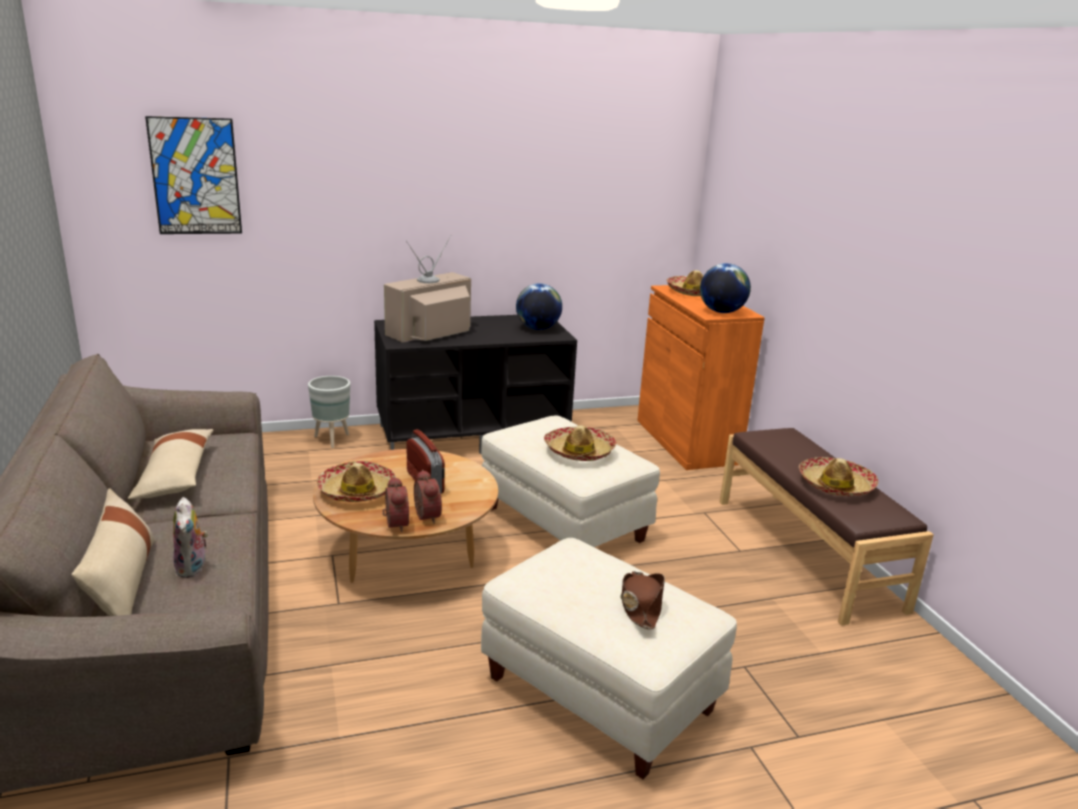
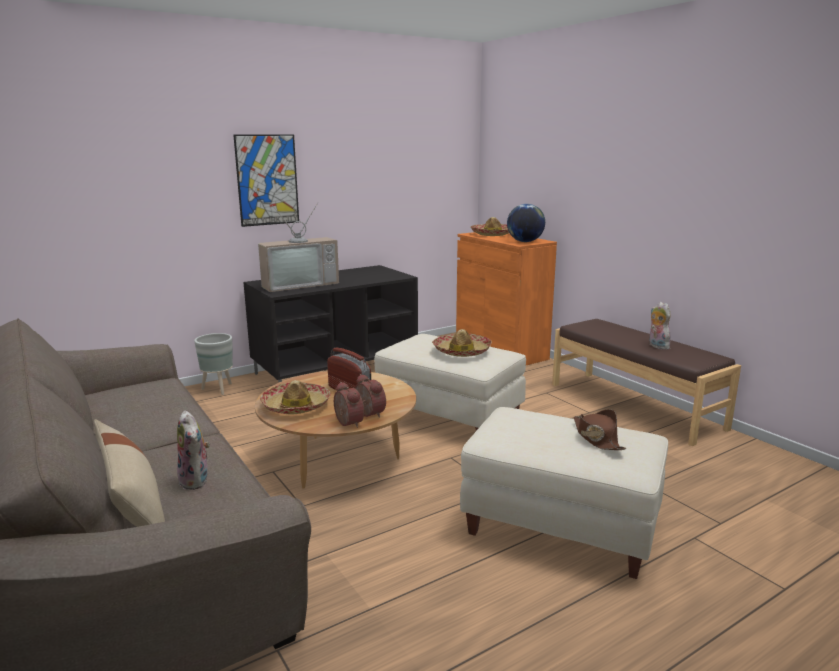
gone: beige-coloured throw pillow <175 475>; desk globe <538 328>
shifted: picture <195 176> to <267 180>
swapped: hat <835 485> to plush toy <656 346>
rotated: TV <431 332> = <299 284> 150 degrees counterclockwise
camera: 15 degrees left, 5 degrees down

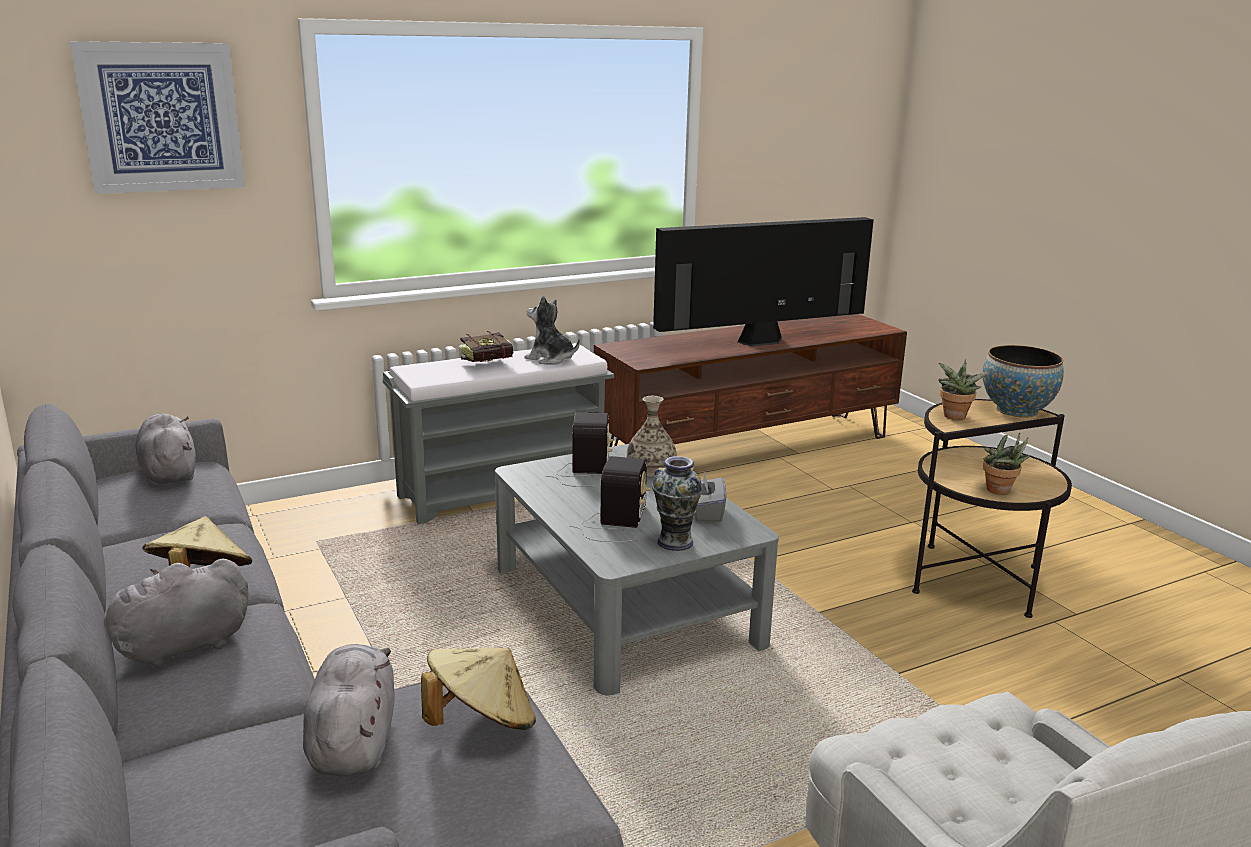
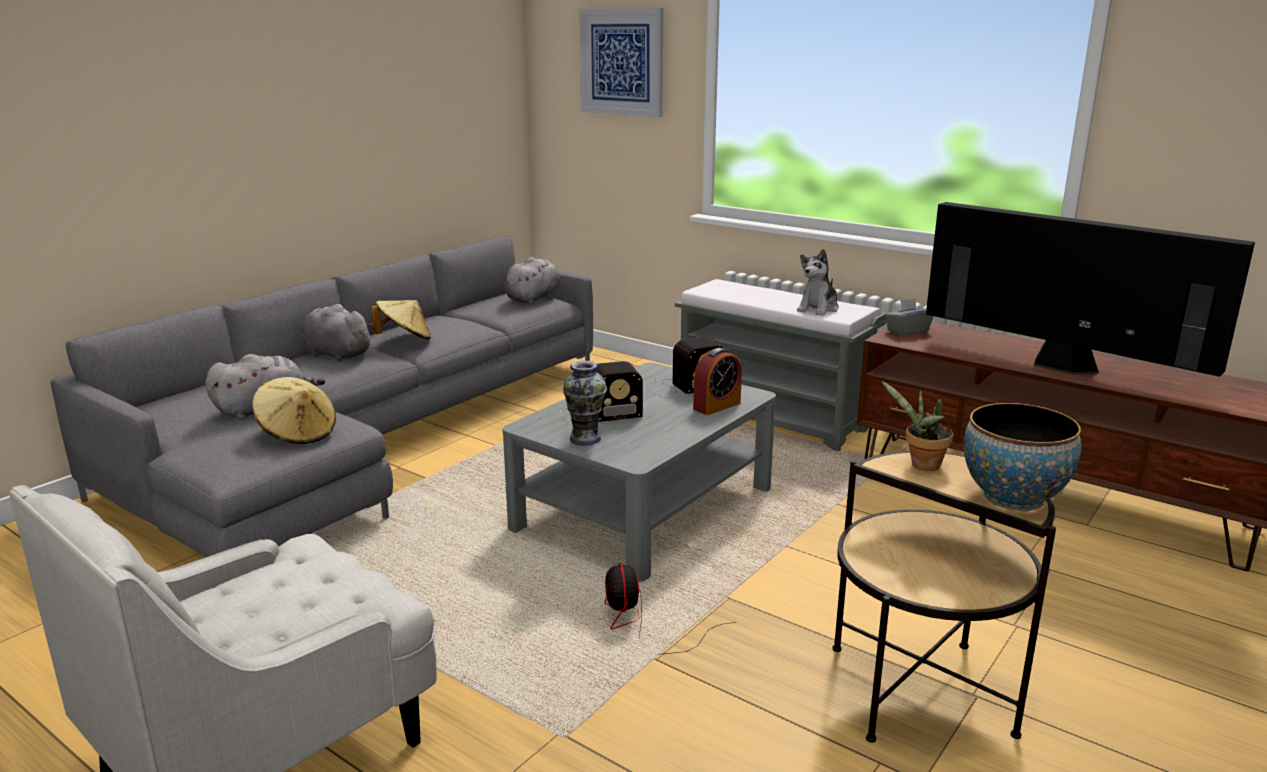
gone: book <492 363>; potted plant <1000 491>
new: electric fan <643 624>
shifted: grey tissue holder <706 513> to <907 331>
swapped: flower vase <650 469> to bedside clock <717 406>
rotated: plush toy <550 359> = <818 309> 150 degrees counterclockwise
camera: 65 degrees right, 0 degrees up

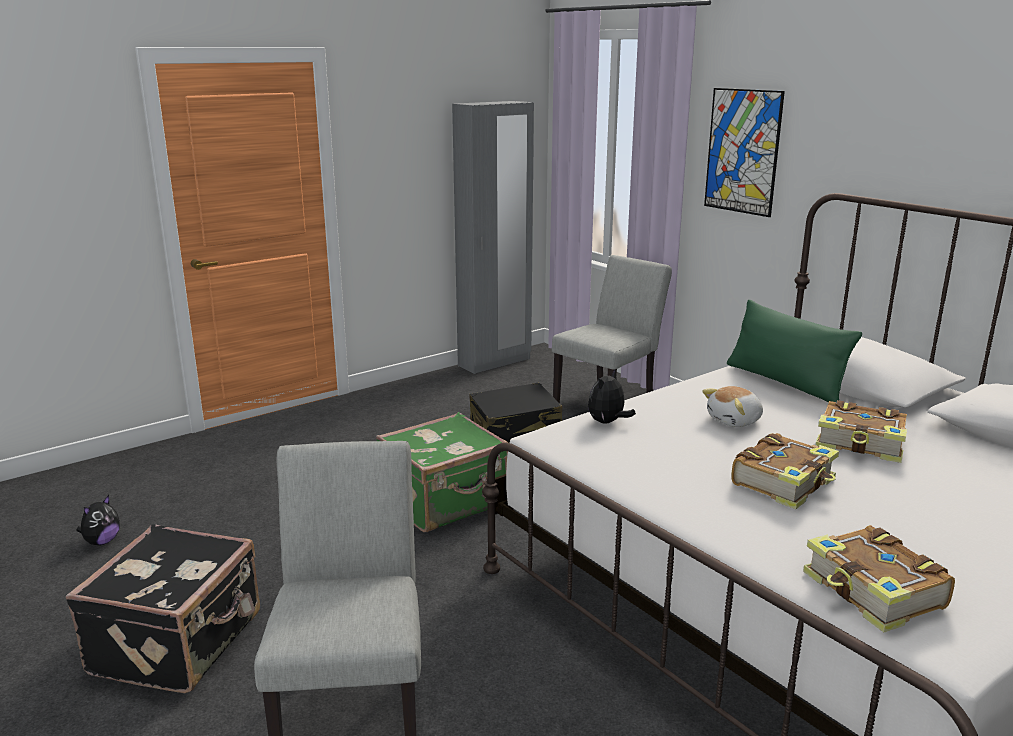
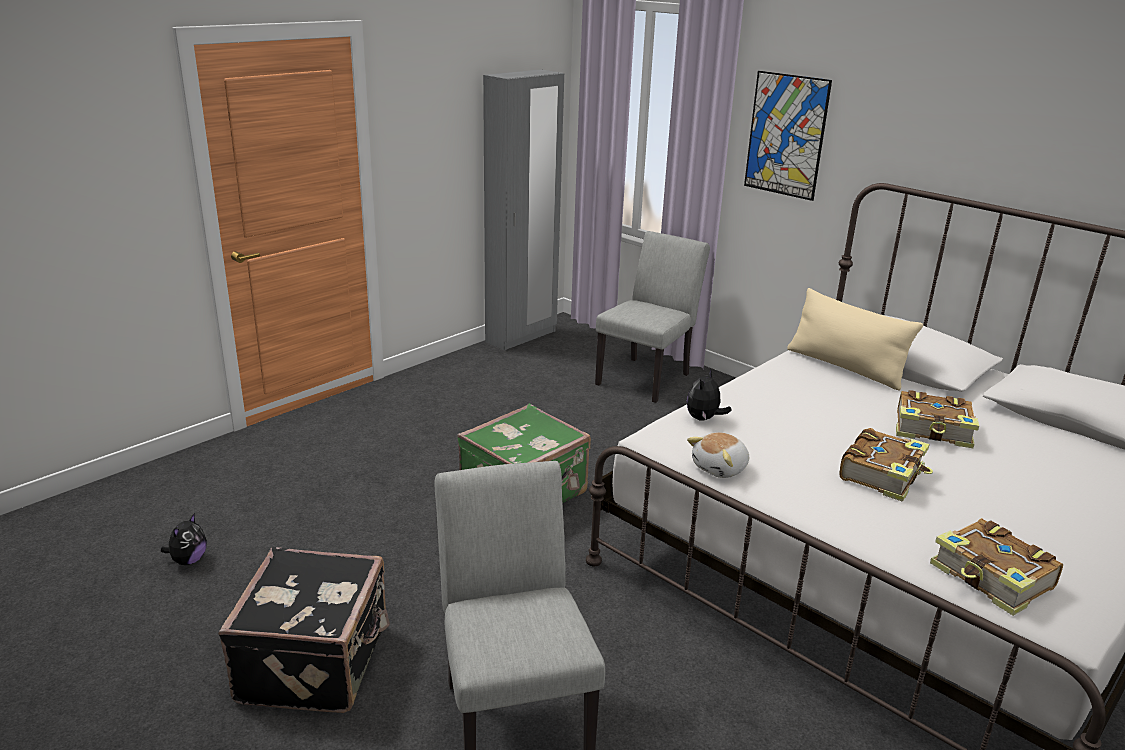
gone: black suitcase <515 428>
shifted: plush toy <735 421> to <720 468>
repainted: green-coloured throw pillow <784 382> to beige-coloured throw pillow <845 367>
camera: 10 degrees left, 5 degrees up

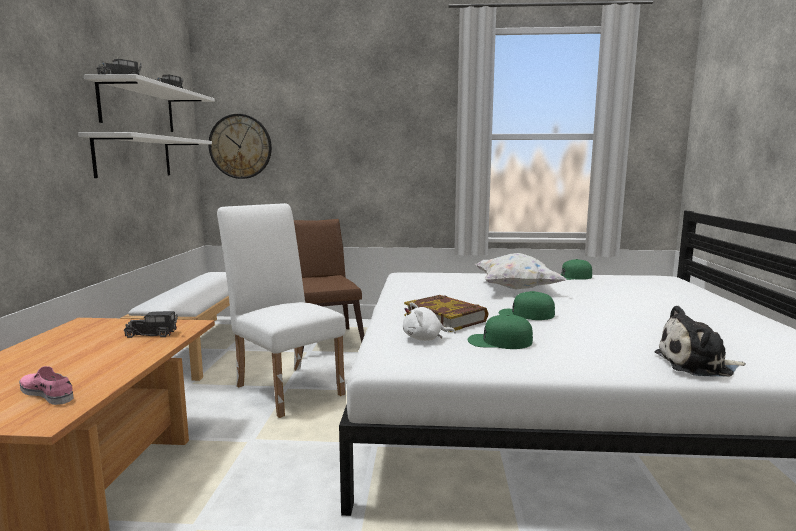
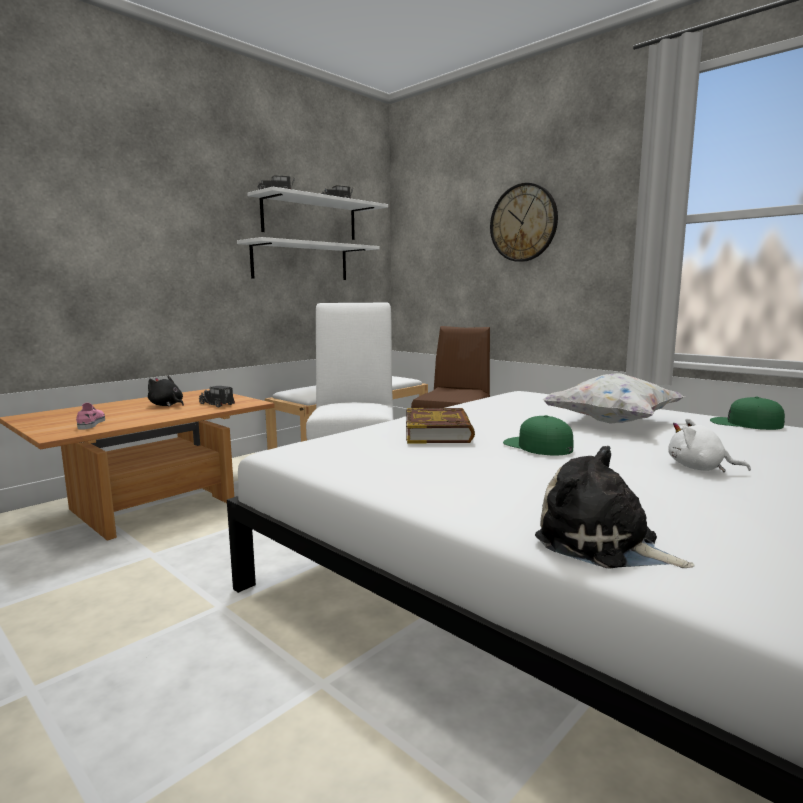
gone: green-coloured baseball cap <499 341>
new: black plush toy <167 405>
shifted: wall clock <240 146> to <523 223>; white plush toy <425 339> to <700 468>
camera: 40 degrees right, 0 degrees up

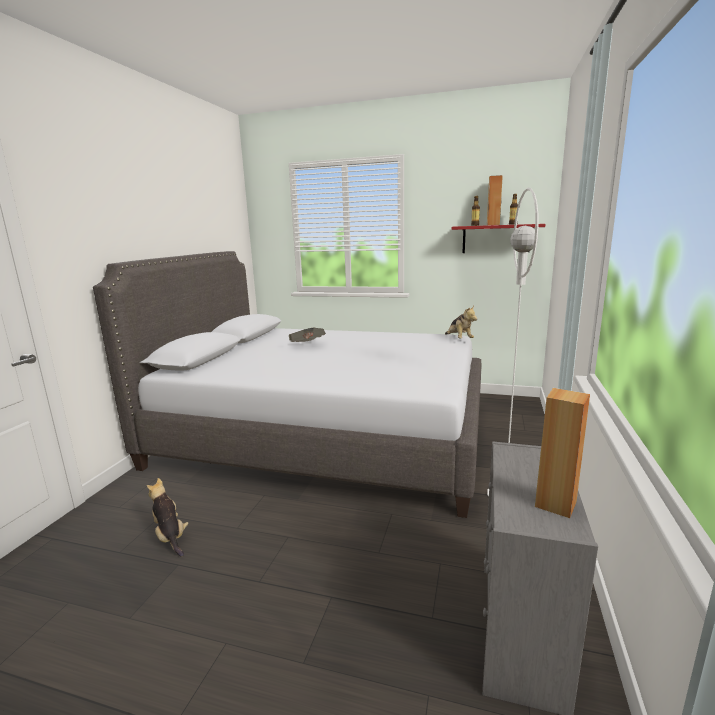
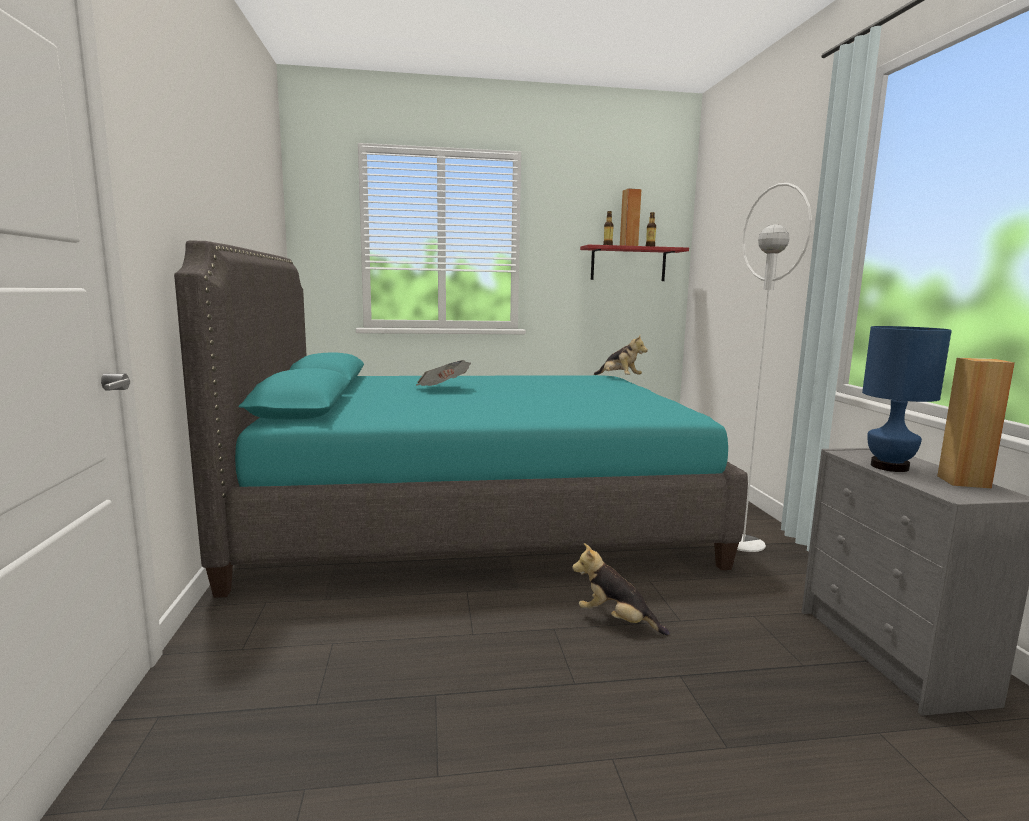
new: blue table lamp <889 467>
shifted: plush toy <170 536> to <616 621>
repainted: grey sleeping bed <325 436> to turquoise-coloured sleeping bed <473 516>
camera: 25 degrees left, 5 degrees down

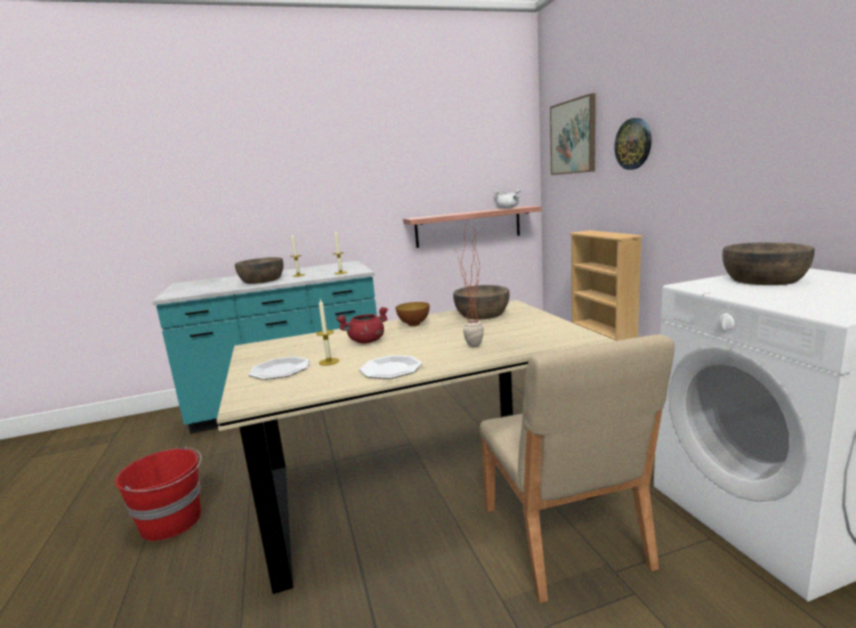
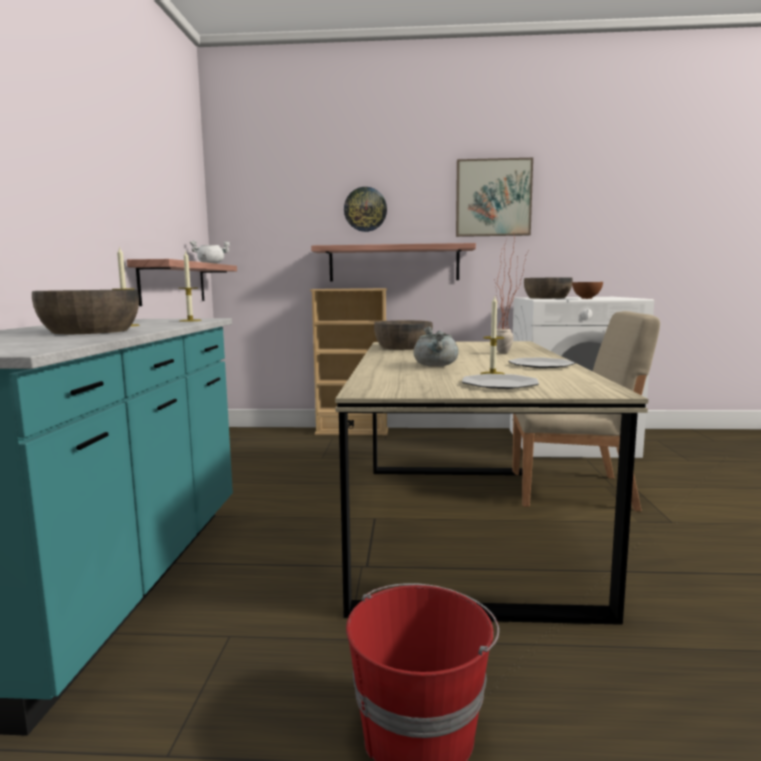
new: bracket shelf <394 263>
shifted: serving bowl <414 324> to <586 298>; picture <573 137> to <493 198>
repainted: red stockpot <366 341> to grey stockpot <436 366>
camera: 70 degrees left, 5 degrees down

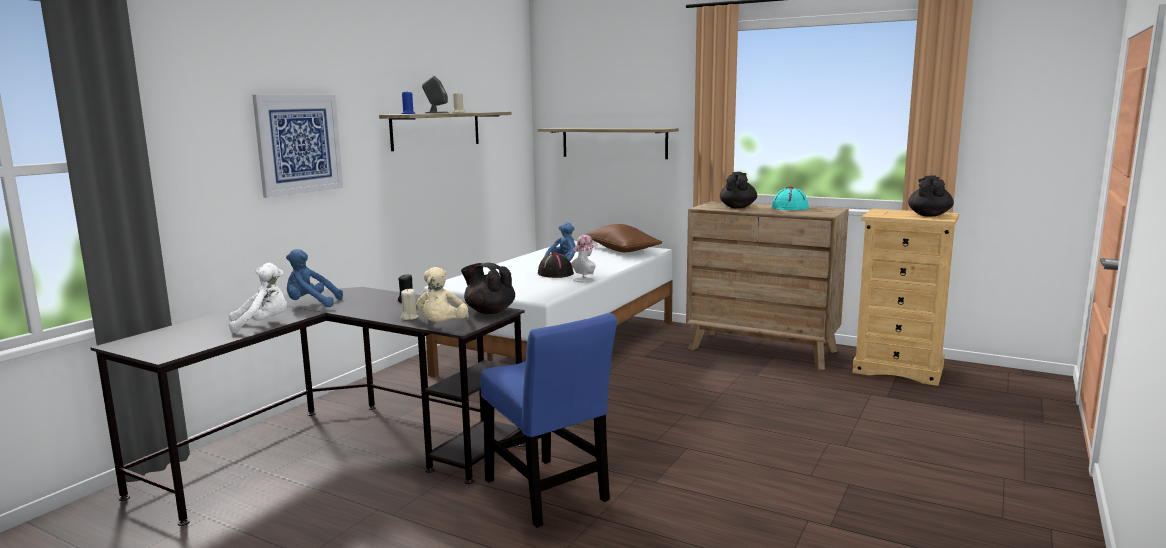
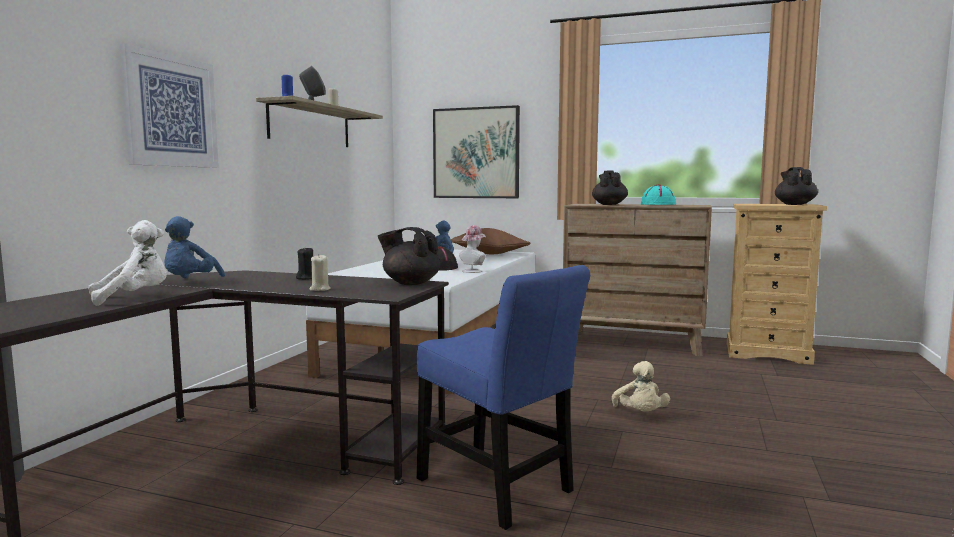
shifted: beige-coloured plush toy <442 326> to <640 414>
swapped: bracket shelf <614 142> to picture <476 153>
rotated: blue plush toy <310 304> = <190 283> 75 degrees counterclockwise
camera: 10 degrees left, 5 degrees down

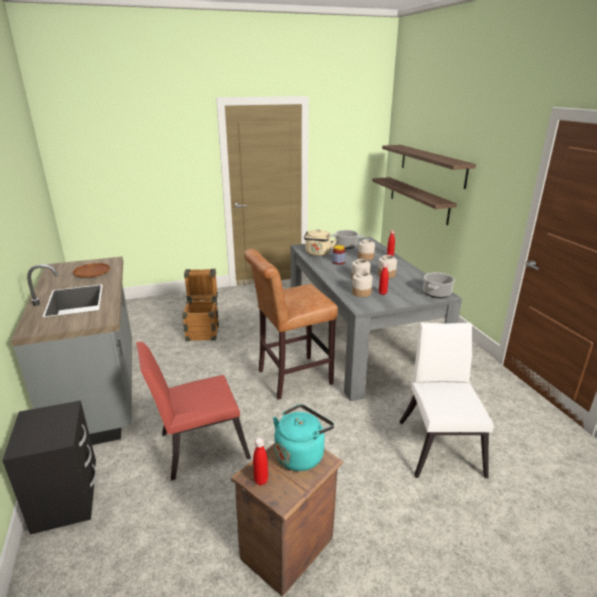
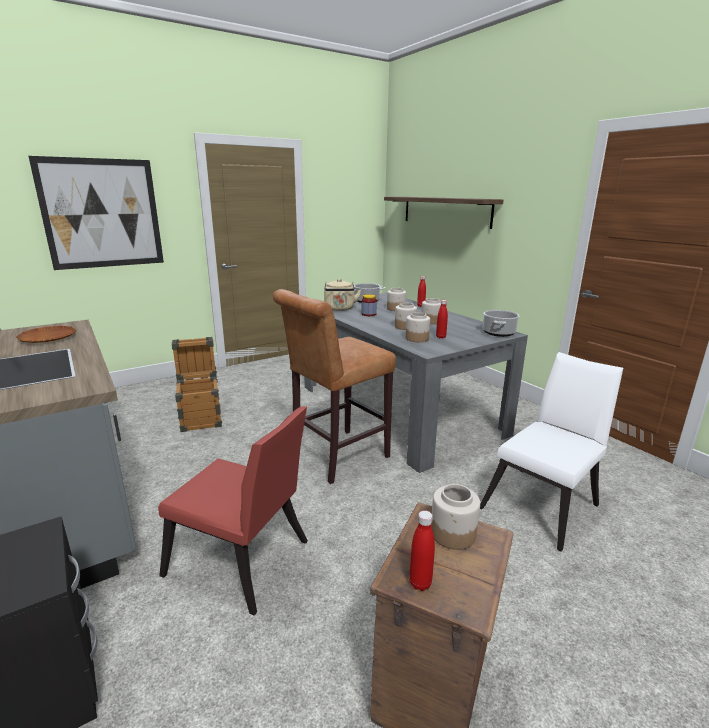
gone: bracket shelf <418 199>
new: picture <102 214>
swapped: turquoise-coloured tea kettle <301 454> to preserve jar <453 533>
rotated: red upright chair <198 446> = <243 563> 120 degrees counterclockwise; white upright chair <440 443> = <544 503> 60 degrees clockwise
camera: 15 degrees left, 5 degrees down

